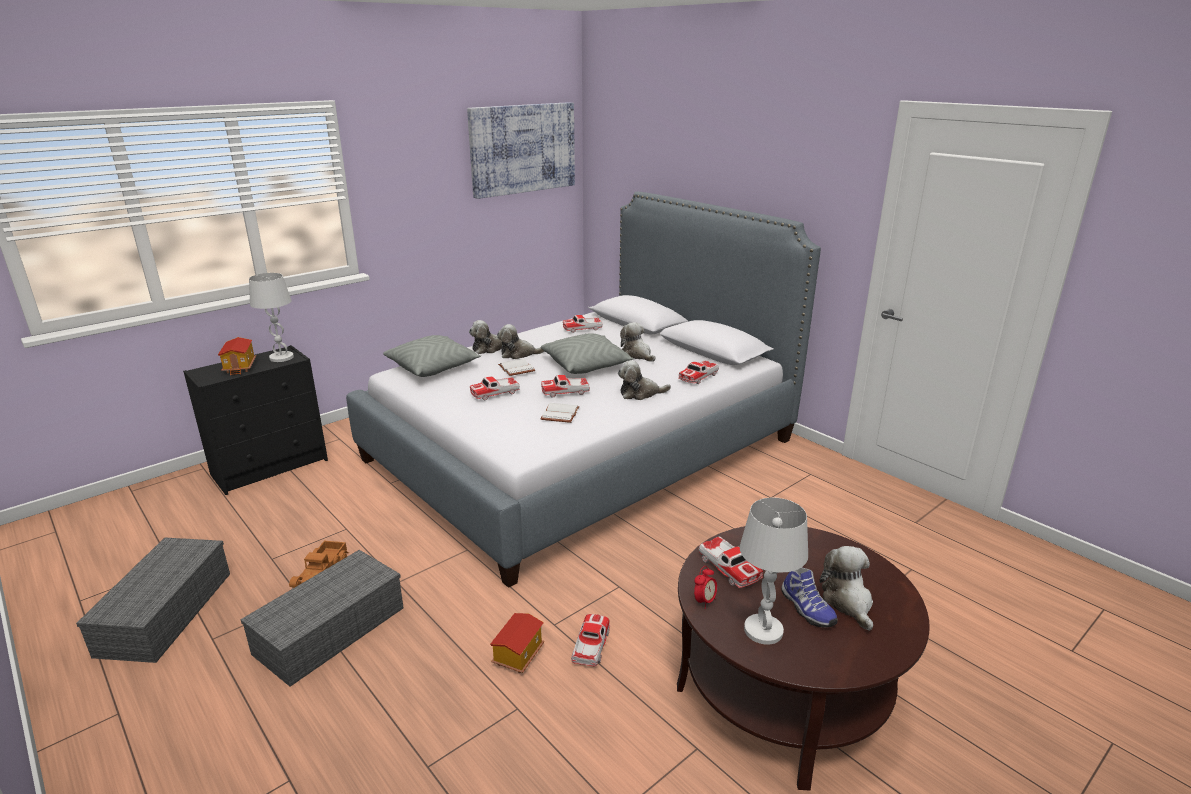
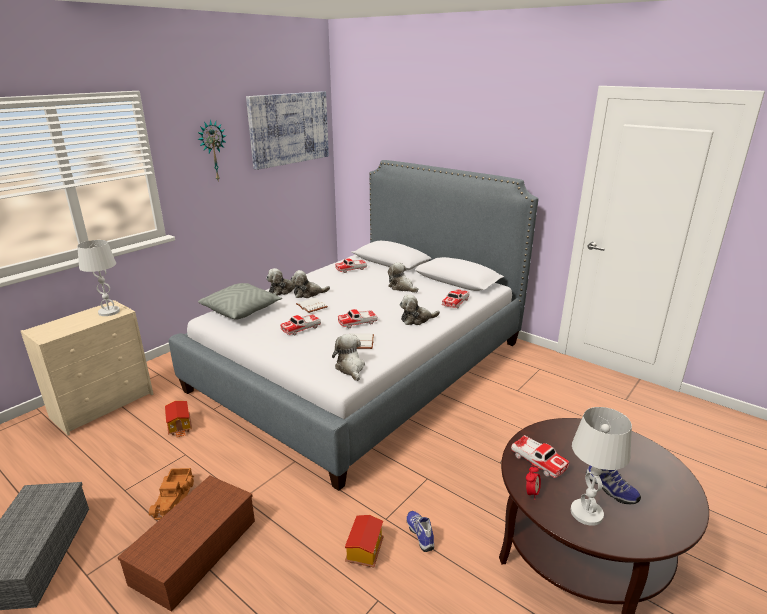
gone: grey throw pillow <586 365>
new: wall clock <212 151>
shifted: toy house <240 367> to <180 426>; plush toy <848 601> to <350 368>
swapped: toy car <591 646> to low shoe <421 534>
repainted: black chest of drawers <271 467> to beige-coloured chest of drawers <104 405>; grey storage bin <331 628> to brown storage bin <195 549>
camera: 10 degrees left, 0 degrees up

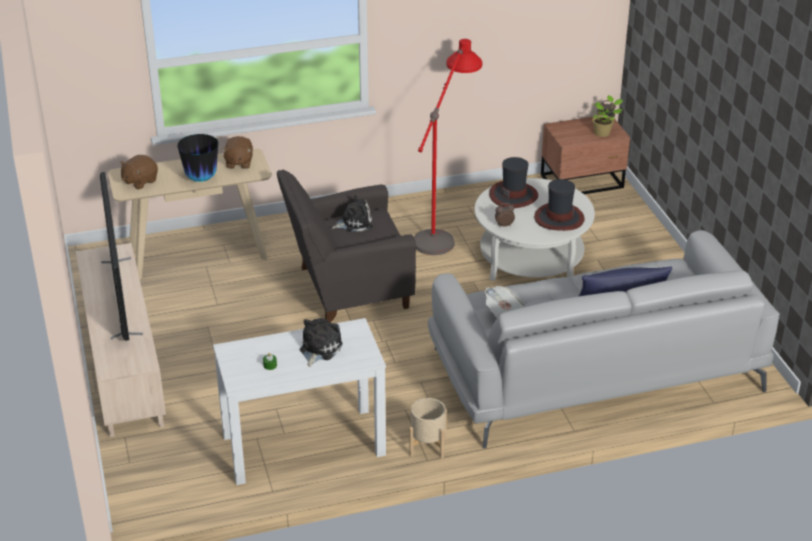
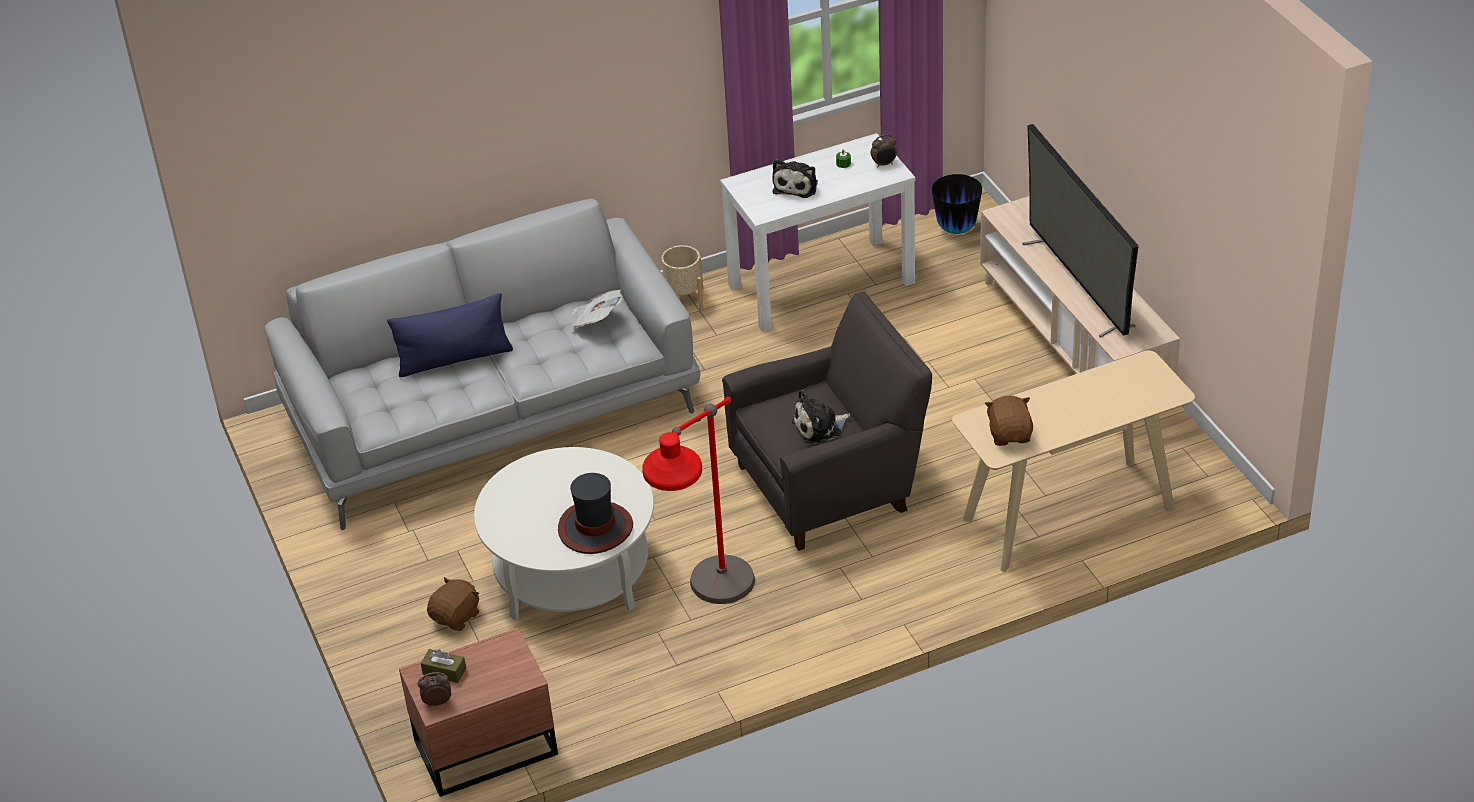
gone: hat <559 218>
shifted: brown plush toy <139 181> to <456 617>; flower vase <201 179> to <956 229>; bedside clock <504 225> to <884 164>
swapped: potted plant <603 133> to brown tissue holder <444 671>
camera: 175 degrees right, 5 degrees up

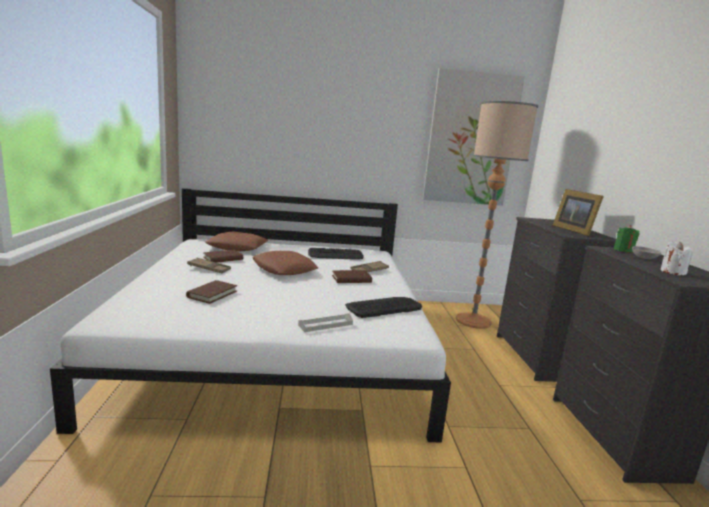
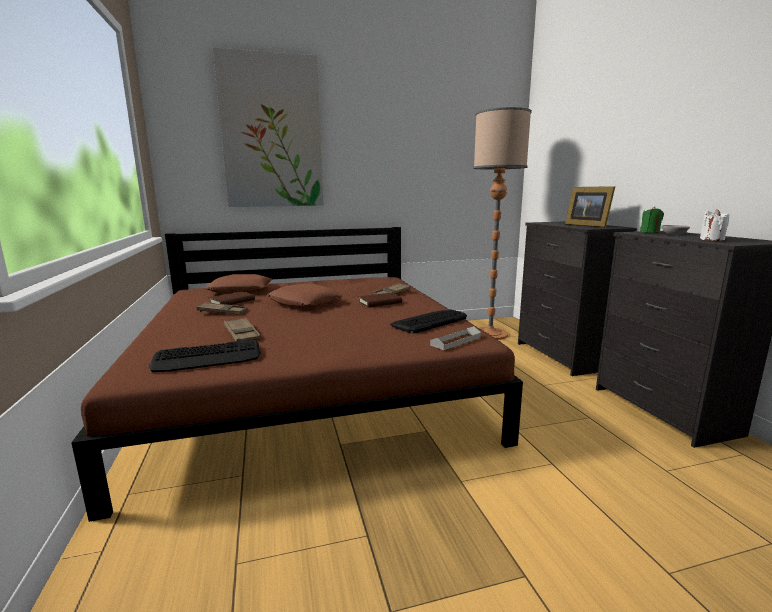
shifted: grey serving tray <325 325> to <456 341>; keyboard <335 255> to <208 358>; picture <471 139> to <272 132>
swapped: brown book <212 294> to brown serving tray <242 334>
repainted: white sleeping bed <277 344> to brown sleeping bed <309 384>
camera: 10 degrees left, 0 degrees up

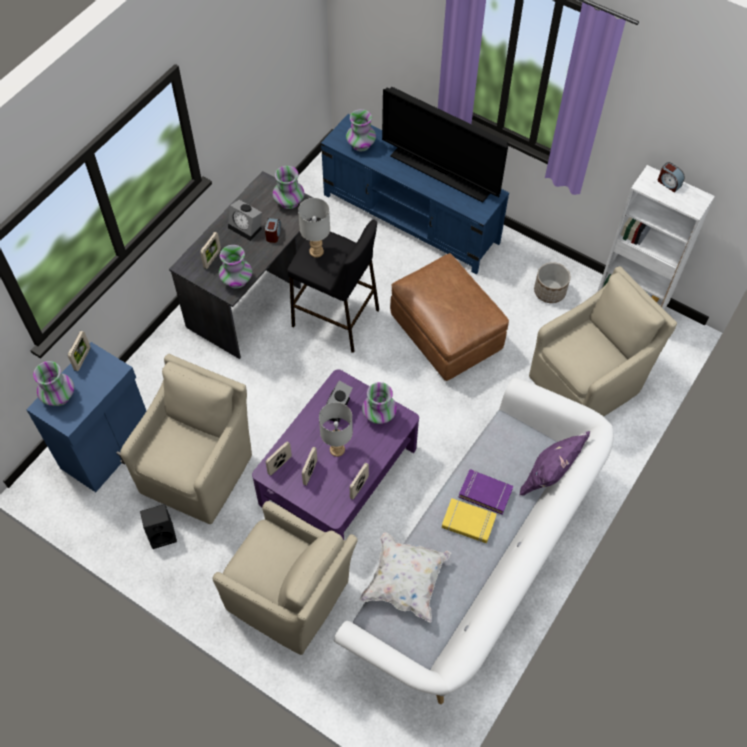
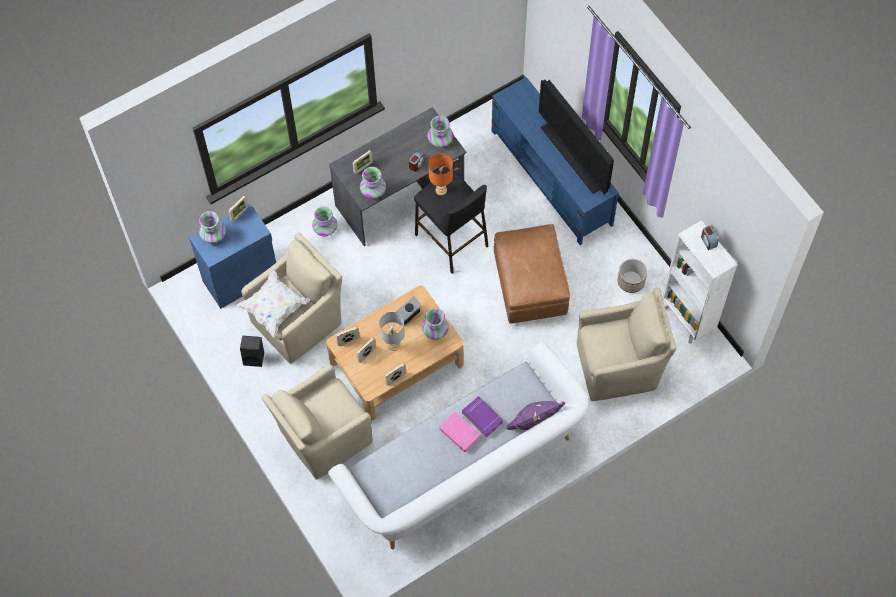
gone: bedside clock <246 227>
shifted: flower vase <361 145> to <325 230>; white throw pillow <405 582> to <274 308>
repainted: purple low table <338 475> to beige-coloured low table <396 363>; grey table lamp <316 251> to orangey table lamp <441 190>; yellow book <468 522> to pink book <459 433>
rotated: beige-coloured lounge chair <291 598> = <323 438> 90 degrees clockwise
camera: 25 degrees right, 5 degrees up

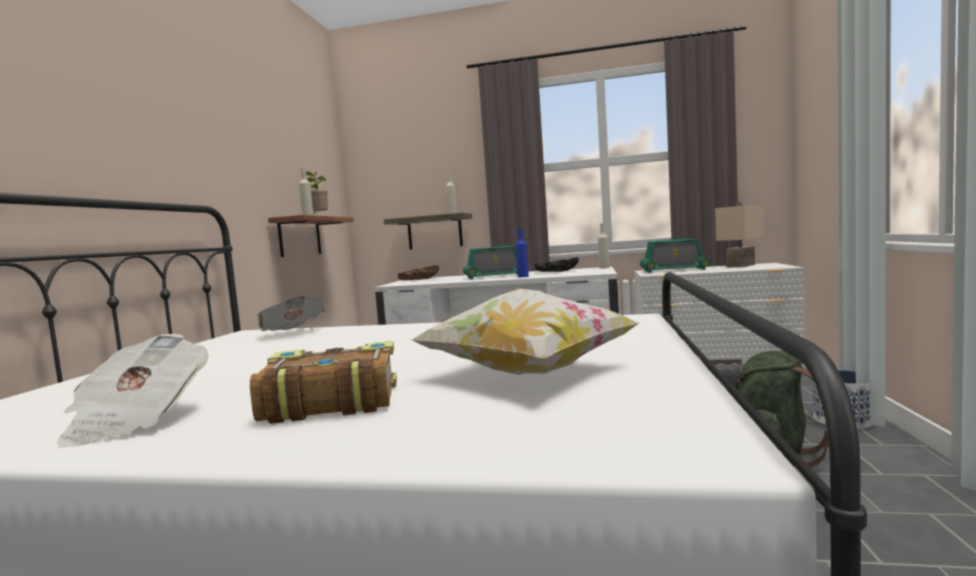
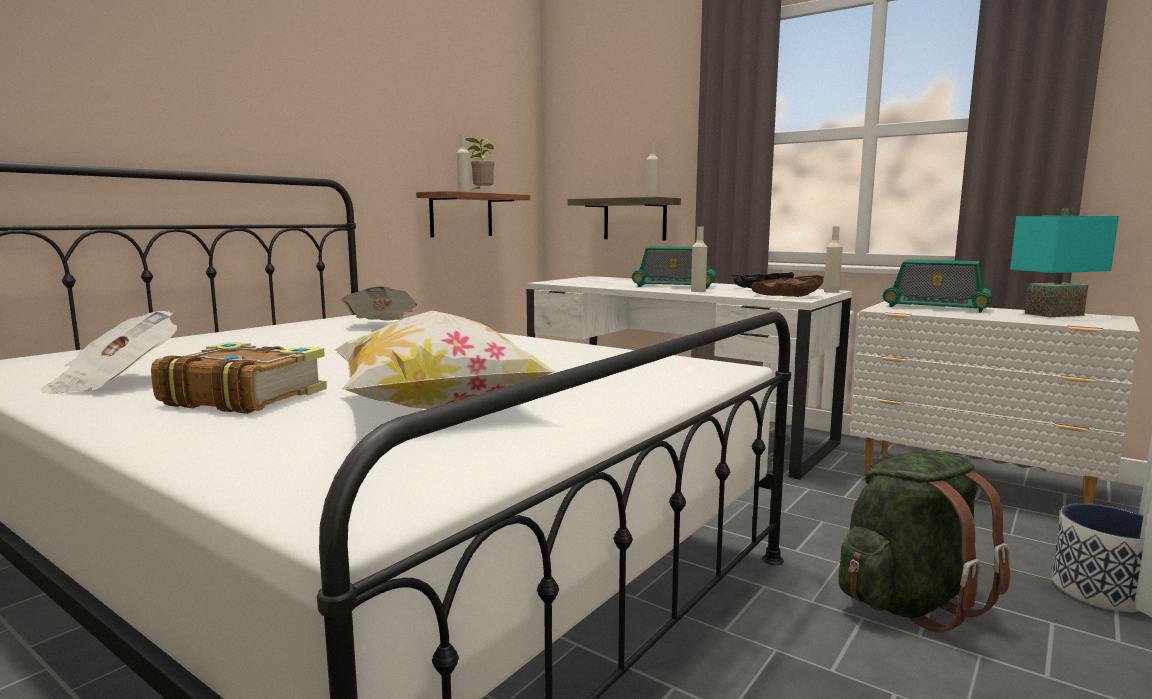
shifted: brown serving bowl <419 279> to <787 295>
repainted: blue beverage bottle <523 276> to beige-coloured beverage bottle <698 291>; beige-coloured table lamp <739 266> to turquoise-coloured table lamp <1052 314>
camera: 25 degrees right, 5 degrees up

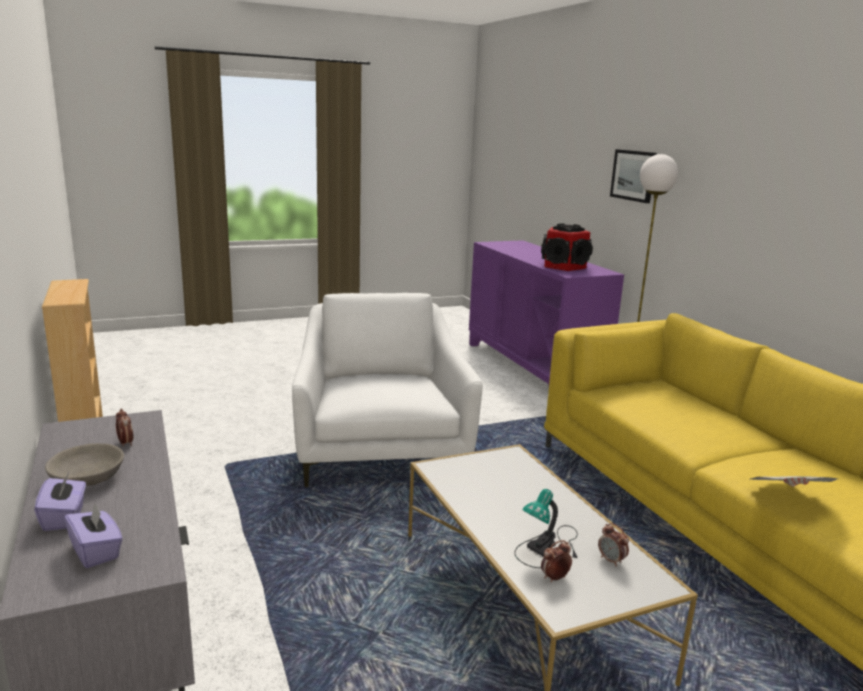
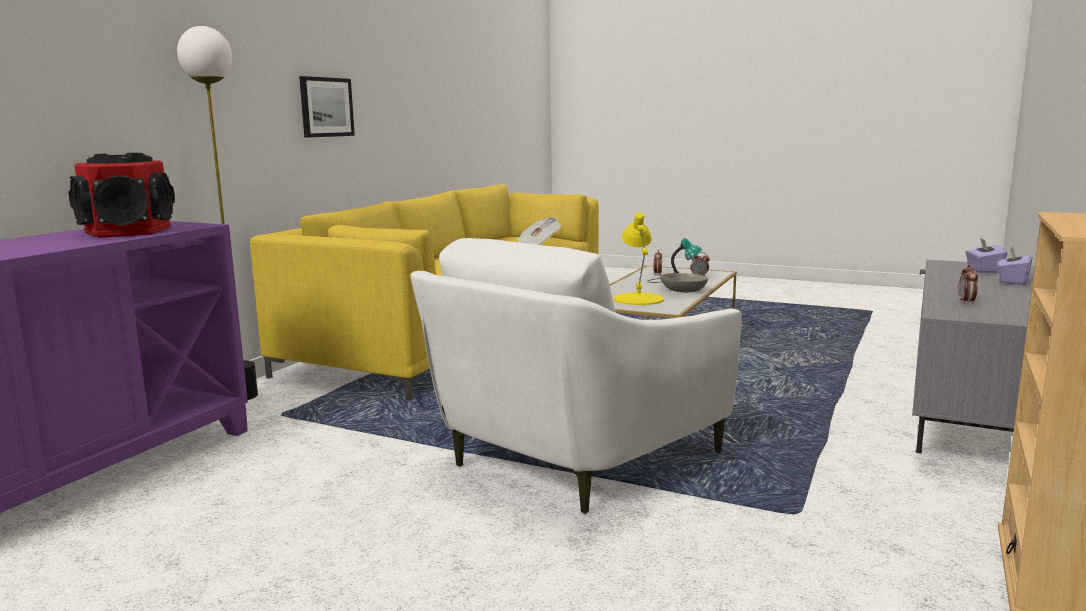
new: yellow table lamp <639 299>
shifted: grey serving bowl <88 478> to <683 290>; picture <633 175> to <326 107>
camera: 130 degrees left, 5 degrees down

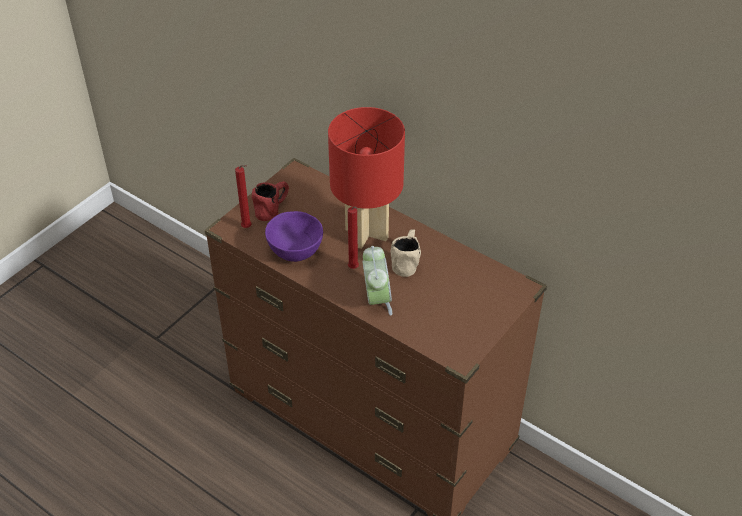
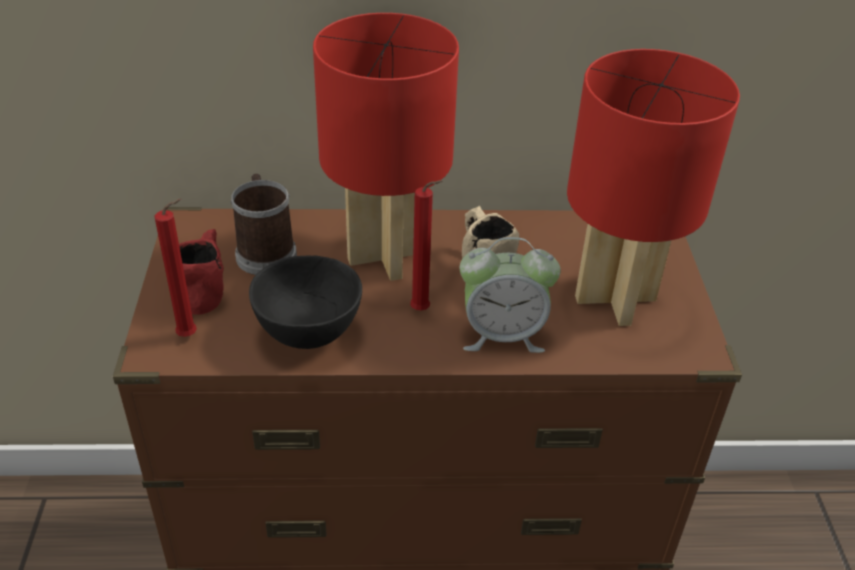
new: mug <265 251>; red table lamp <616 298>
repainted: purple serving bowl <295 252> to black serving bowl <307 332>
rotated: bedside clock <376 299> = <502 335> 135 degrees clockwise
camera: 40 degrees left, 5 degrees down

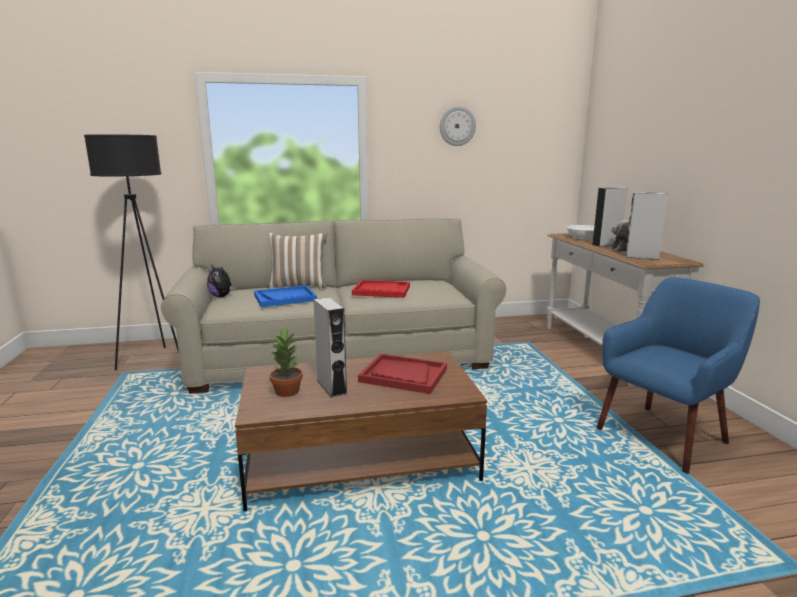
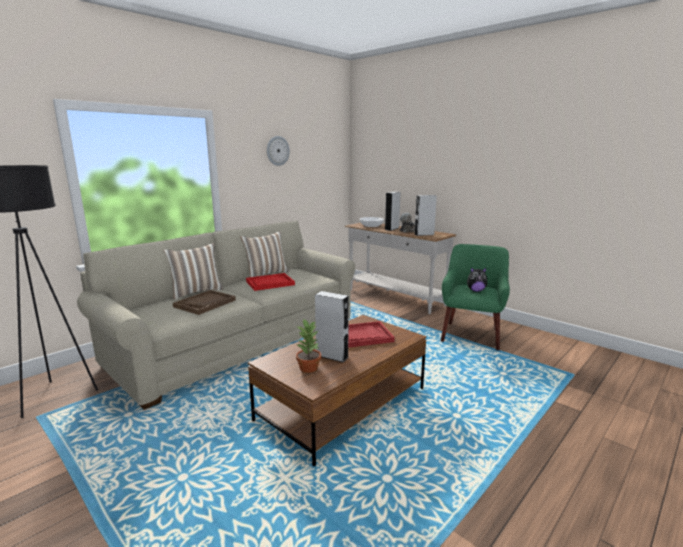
new: throw pillow <266 274>
shifted: plush toy <222 296> to <476 291>
repainted: blue serving tray <285 298> to brown serving tray <205 303>; blue lounge chair <663 436> to green-coloured lounge chair <471 335>
camera: 35 degrees left, 0 degrees up

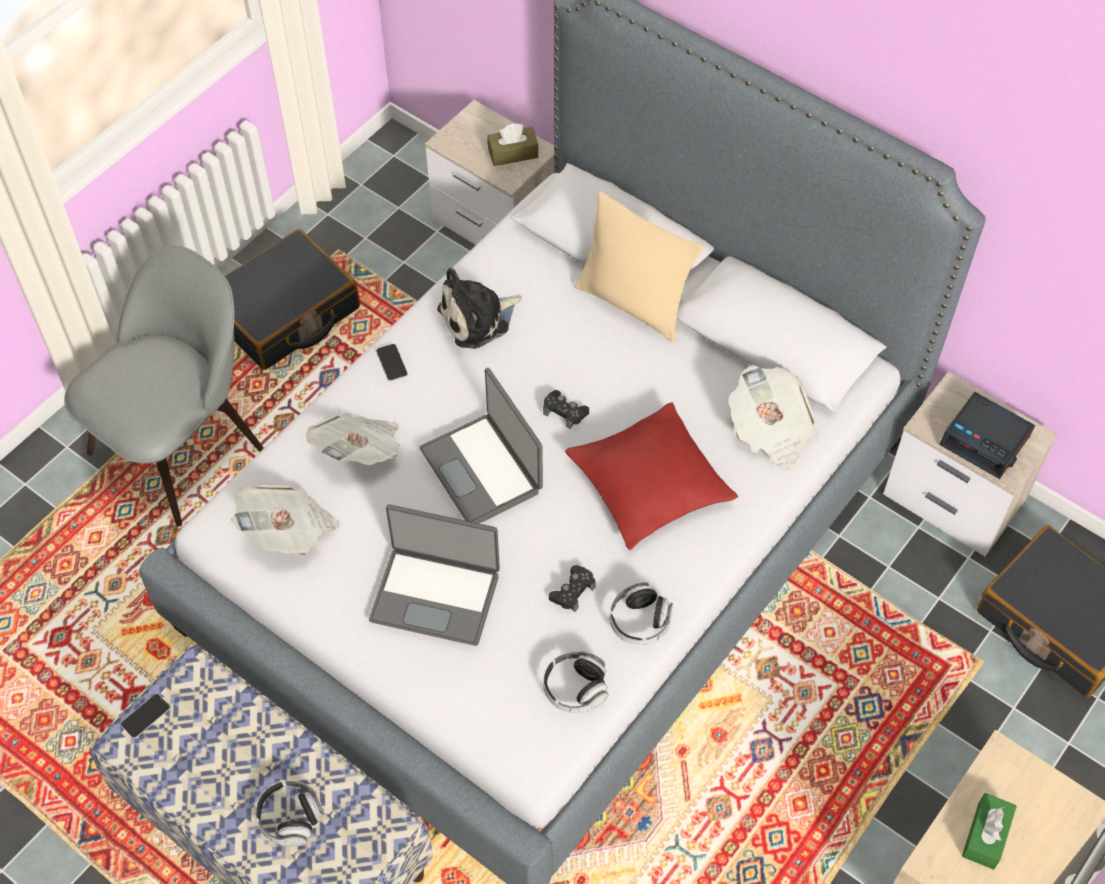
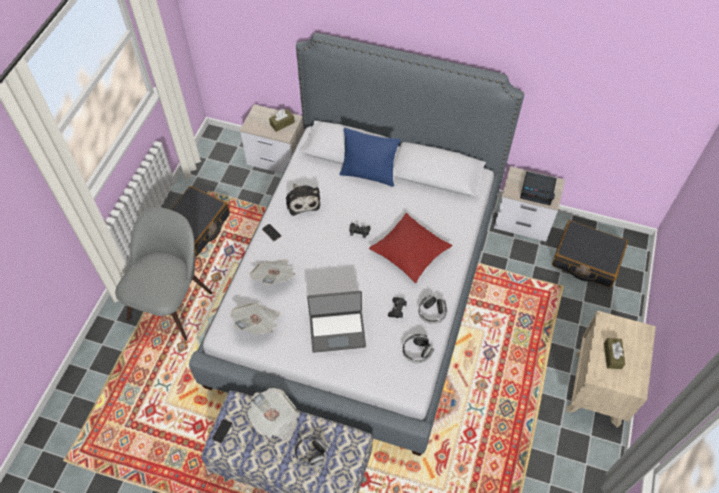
gone: portable computer <483 470>
shifted: daily paper <770 431> to <275 420>
repainted: beige-coloured throw pillow <633 303> to blue throw pillow <368 175>; green-coloured tissue holder <986 835> to brown tissue holder <612 356>
rotated: plush toy <478 318> = <302 201> 60 degrees counterclockwise
camera: 20 degrees left, 0 degrees up

